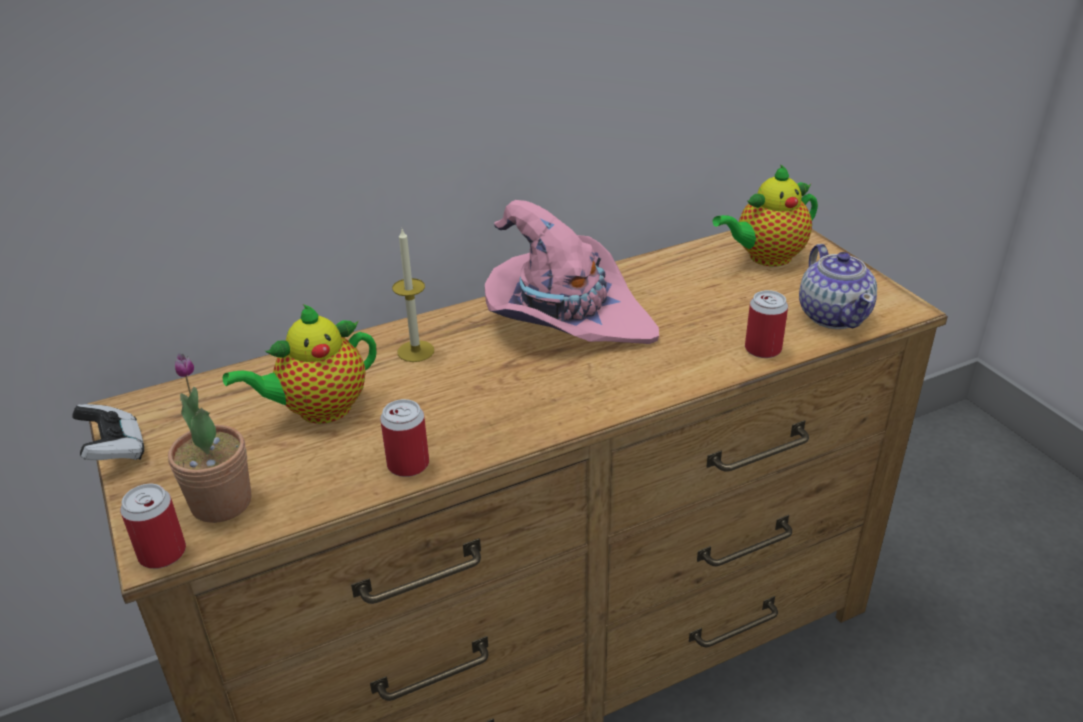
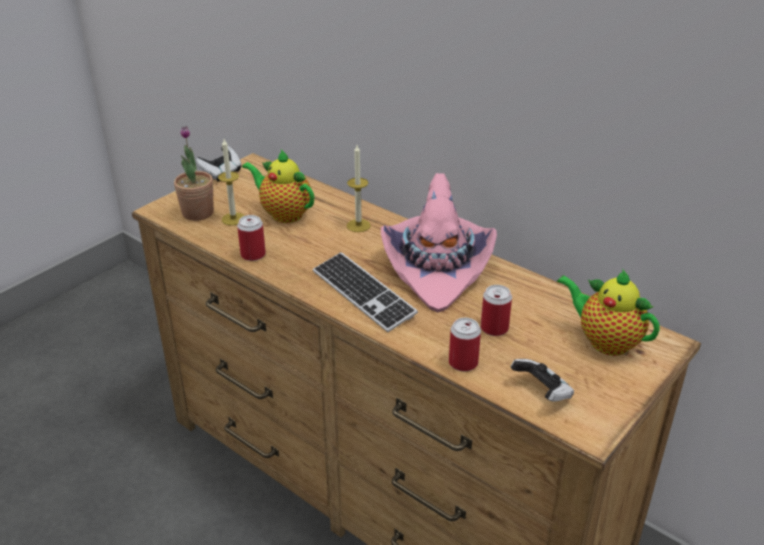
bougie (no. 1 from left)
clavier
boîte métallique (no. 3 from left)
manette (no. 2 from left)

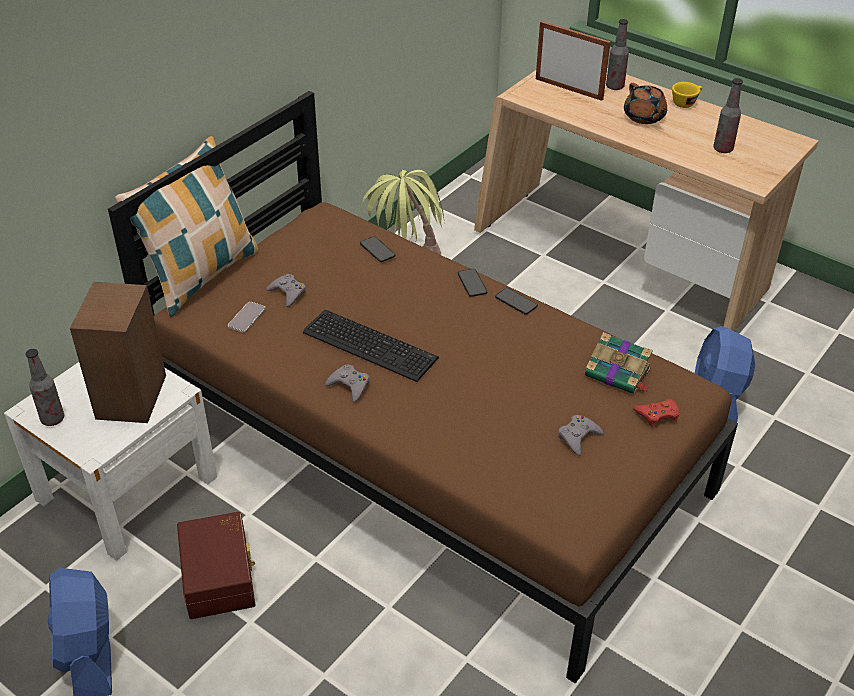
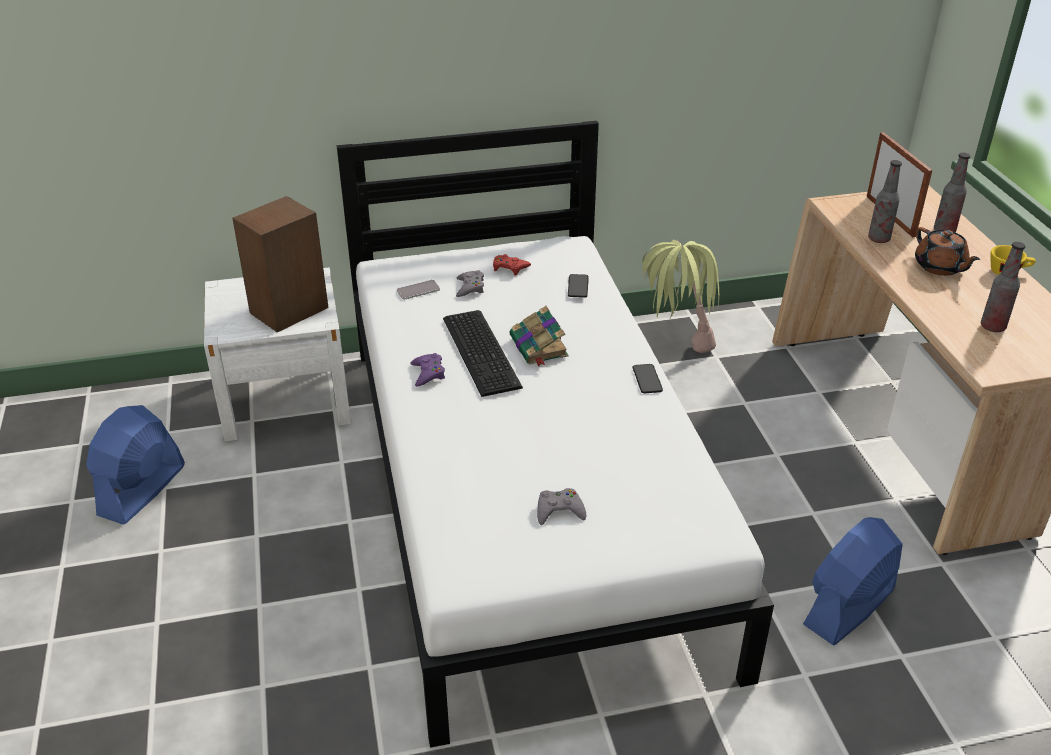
lit/blanc
manette/violet
manette/rouge
livre
bouteille (no. 1 from left)
théière/marron
coussin
boîte de rangement/marron
téléphone (no. 3 from left in the first image)

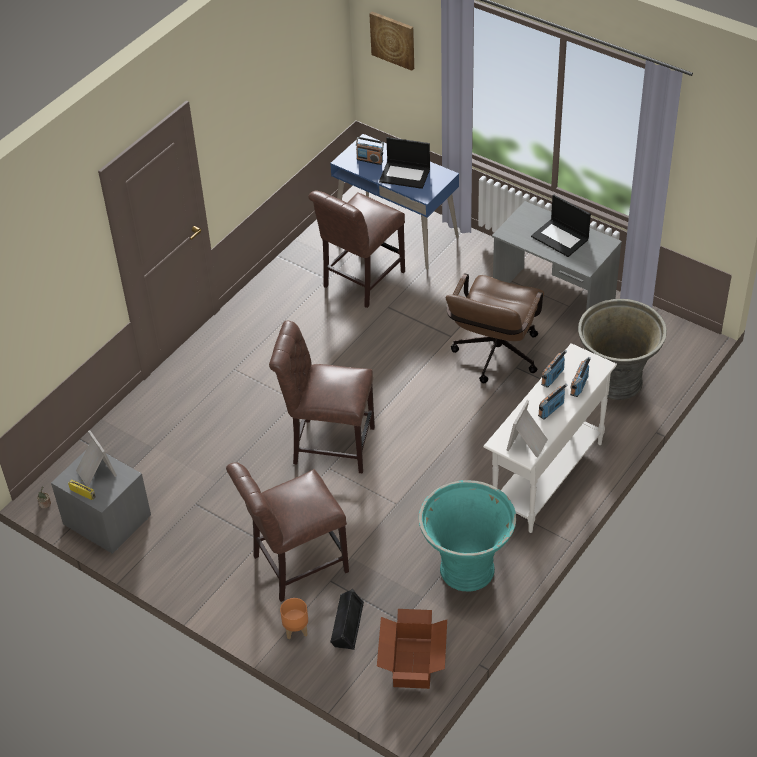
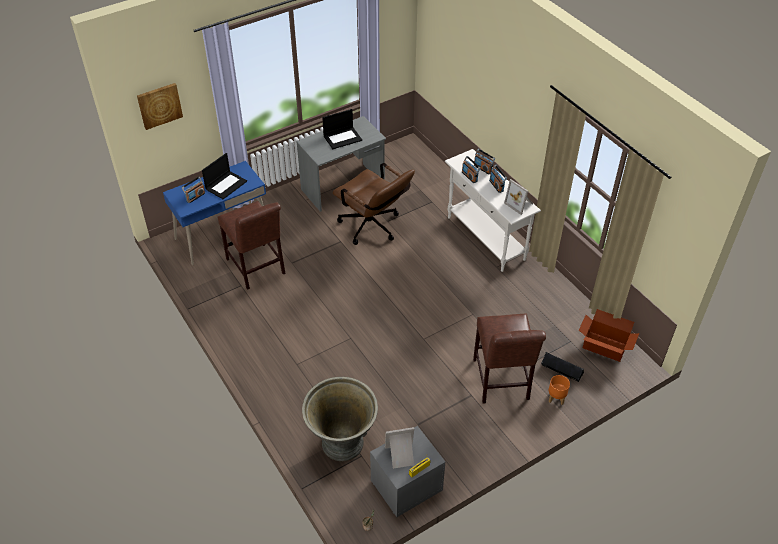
cache-pot/gris
chaise/marron (no. 2 from left in the first image)
cache-pot/turquoise

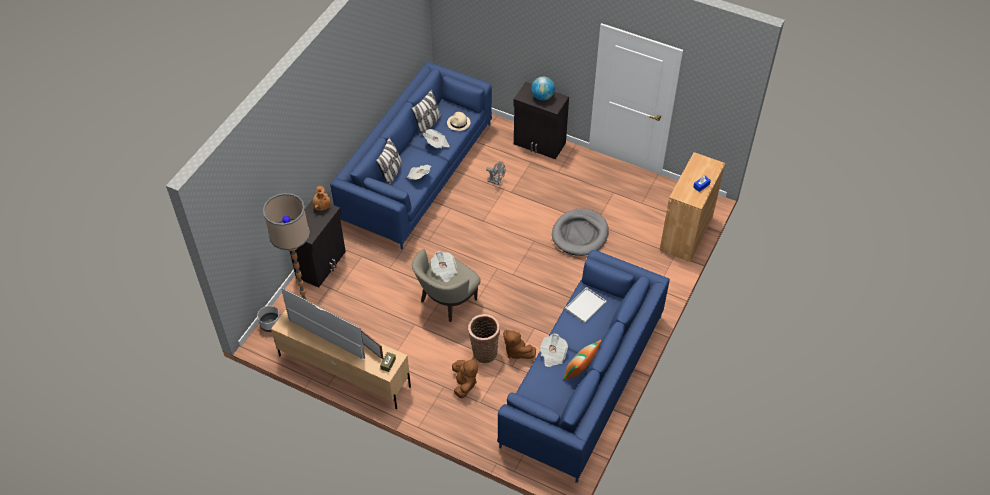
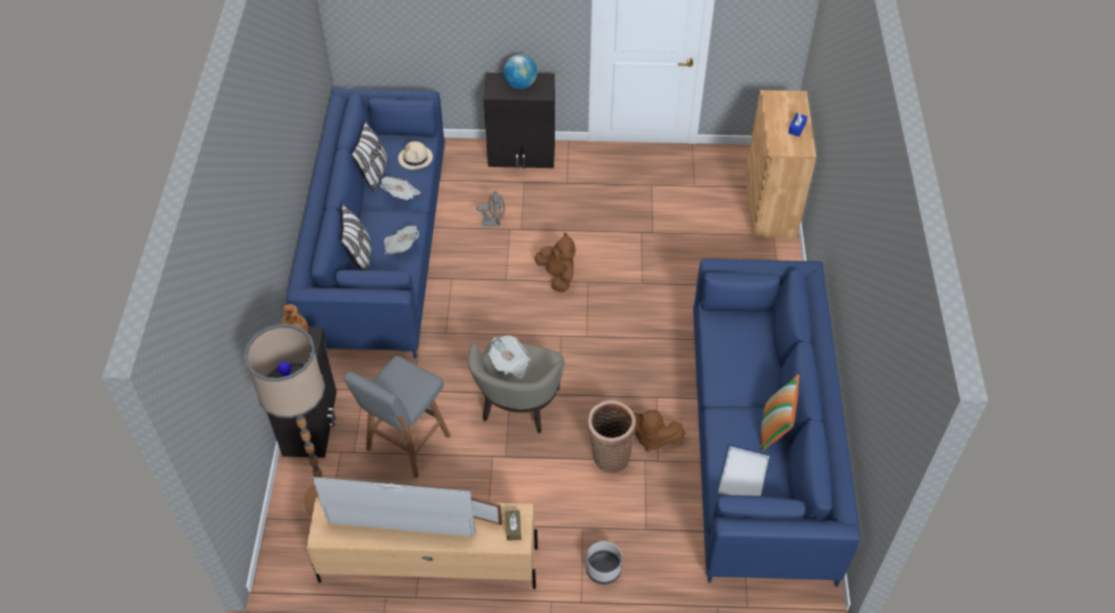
tabouret/gris
peluche/marron (no. 1 from left)
cache-pot/gris
plateau/blanc
journal (no. 4 from left in the first image)
panier pour chien/gris

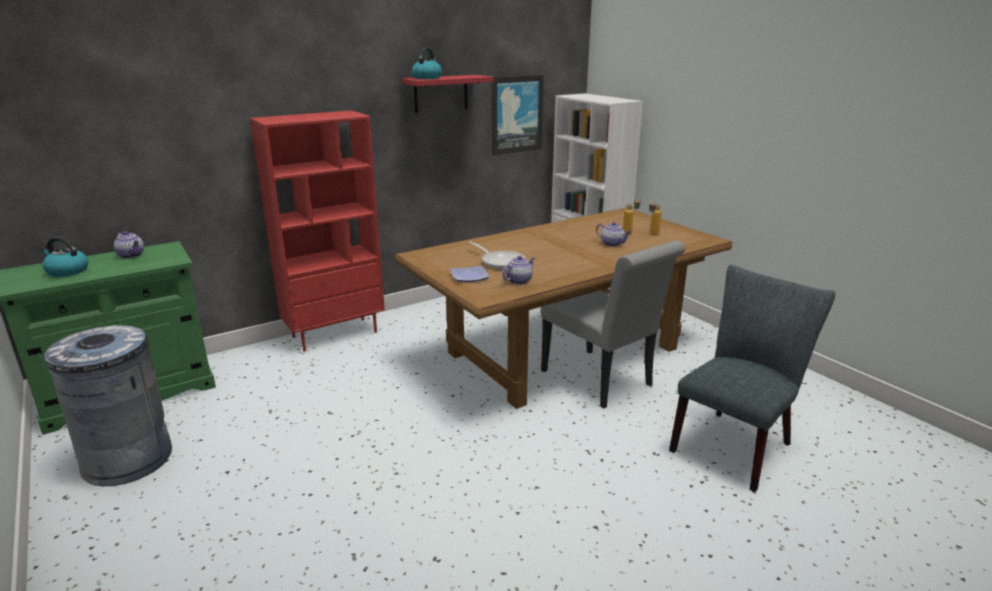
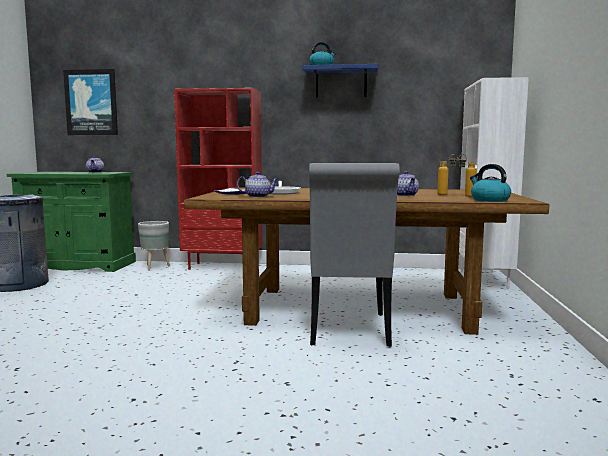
tableau
cache-pot/gris
étagère/bleu
bouilloire (no. 2 from left)
chaise/gris (no. 2 from left in the first image)

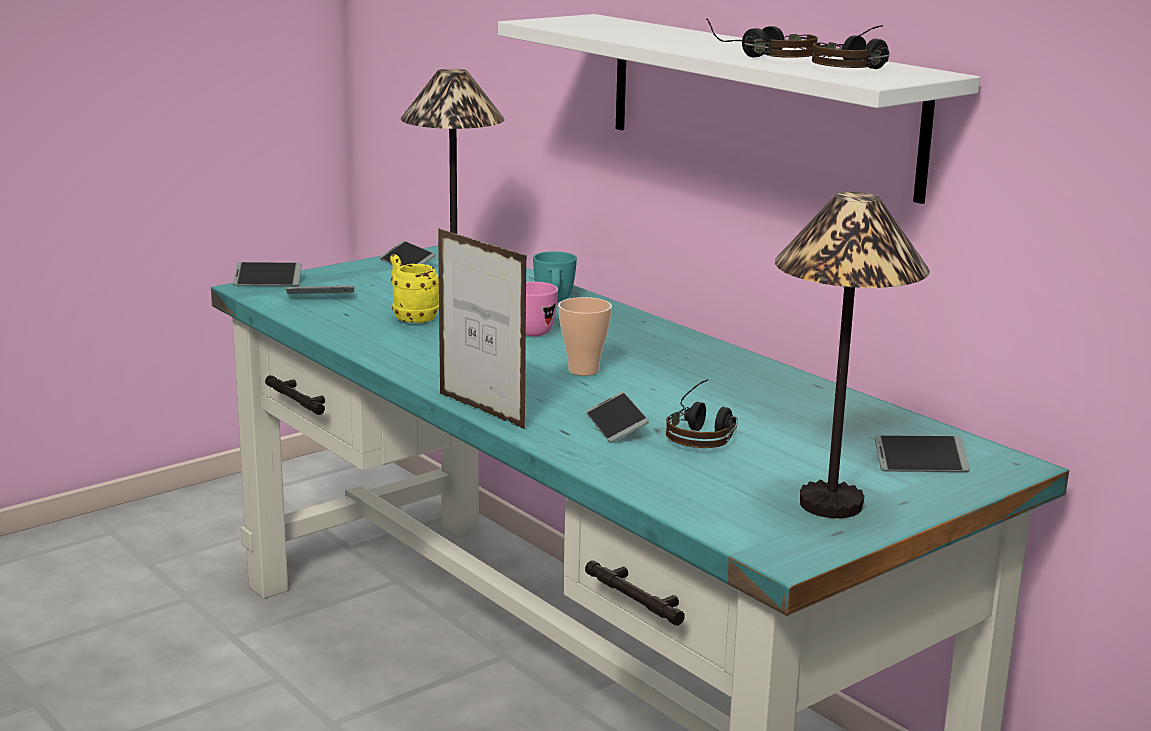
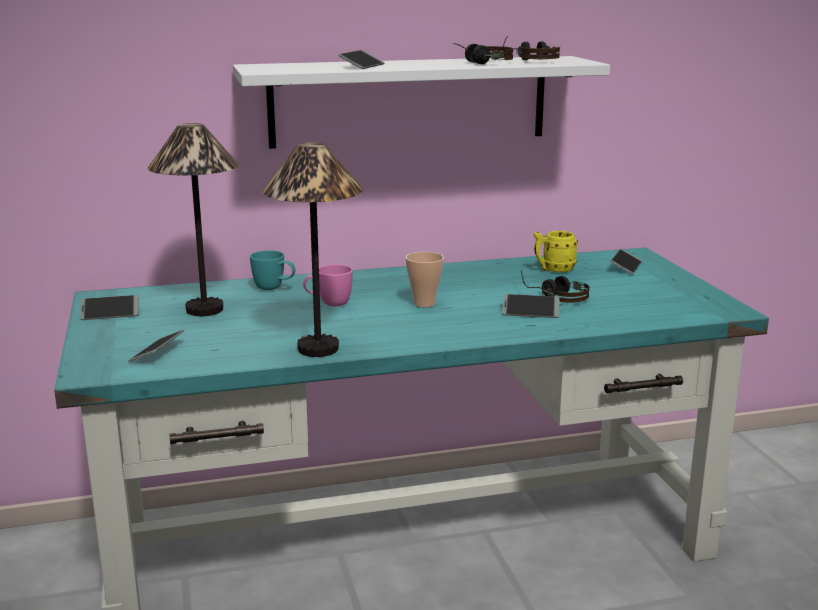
lampe de table (no. 2 from left)
téléphone (no. 3 from left)
mug/jaune
cadre photo

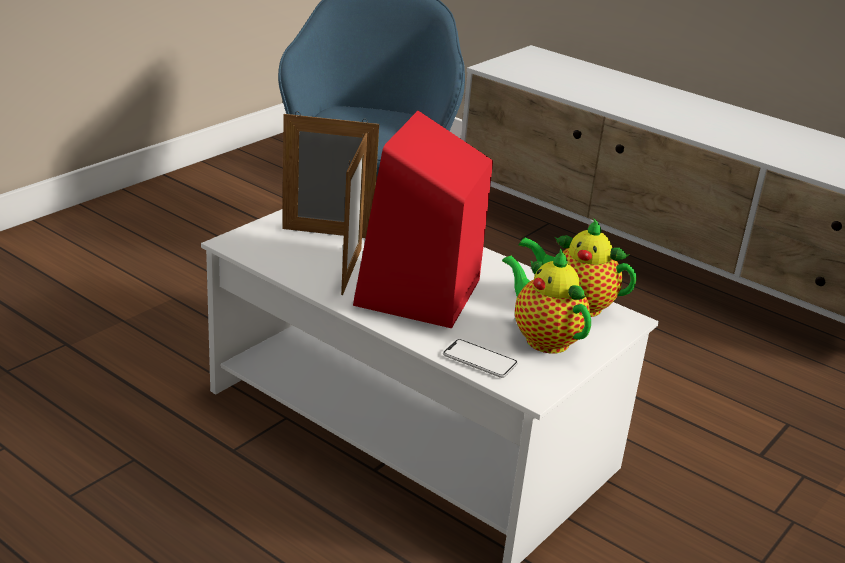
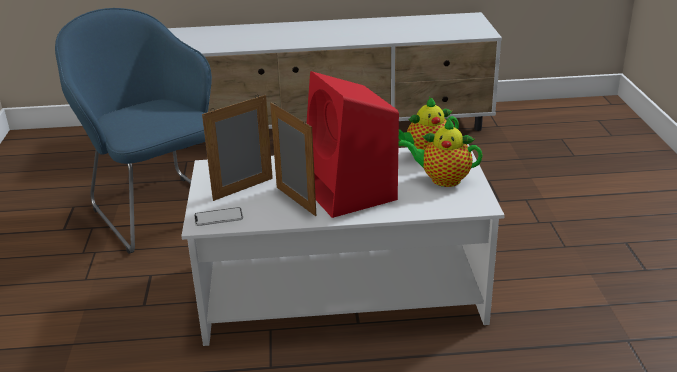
téléphone

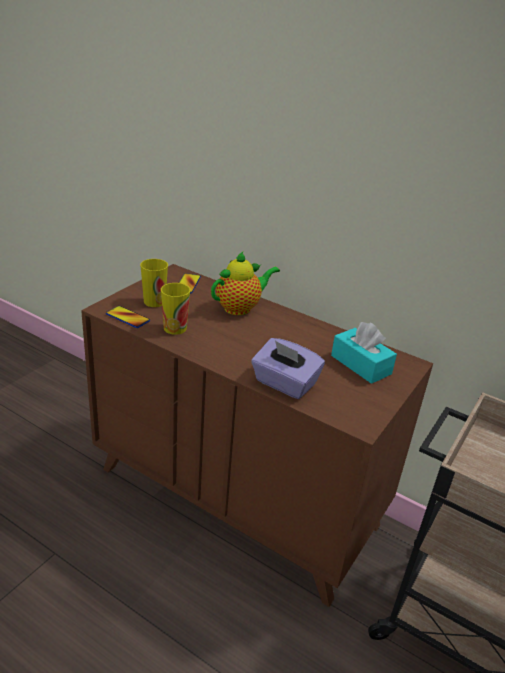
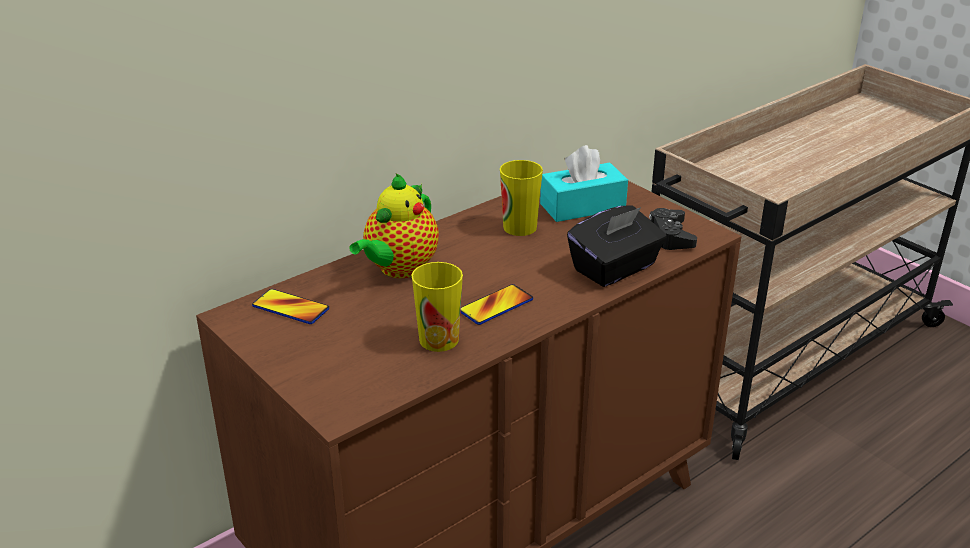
théière
téléphone (no. 2 from left)
tasse (no. 2 from left)
boîte à mouchoirs/noir
manette/noir

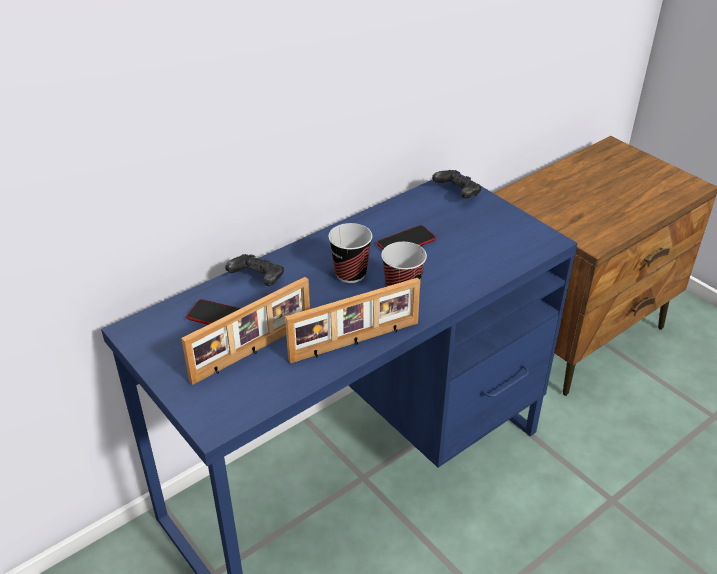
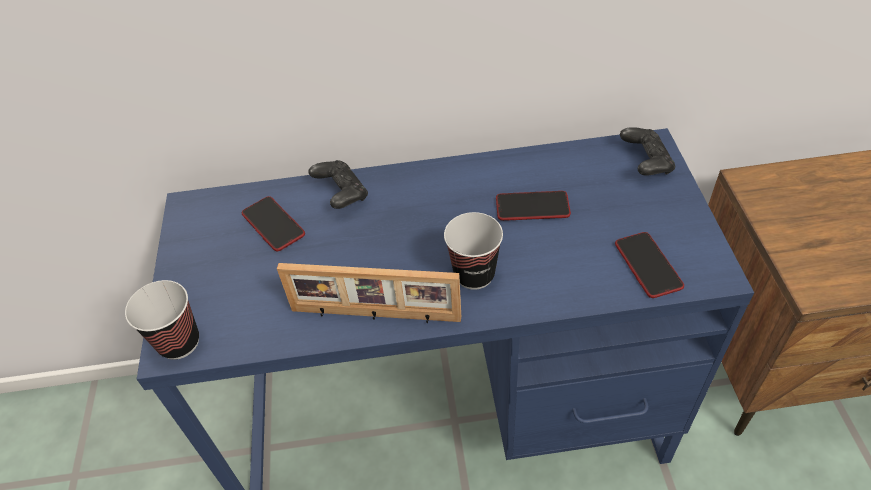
tasse (no. 1 from left)
téléphone (no. 3 from left)
cadre photo (no. 1 from left in the first image)

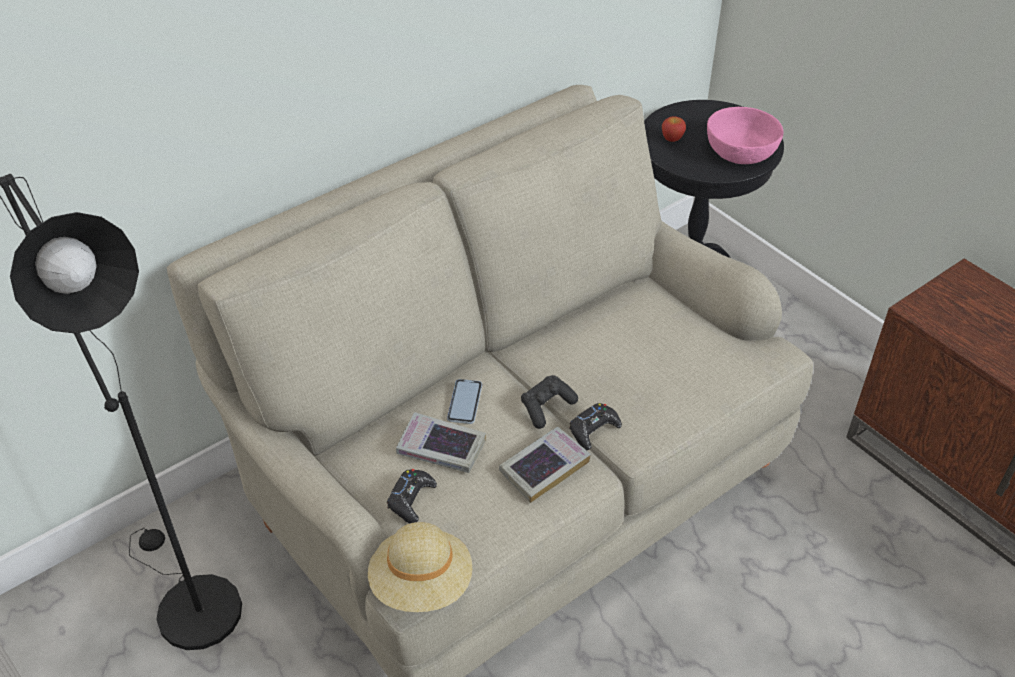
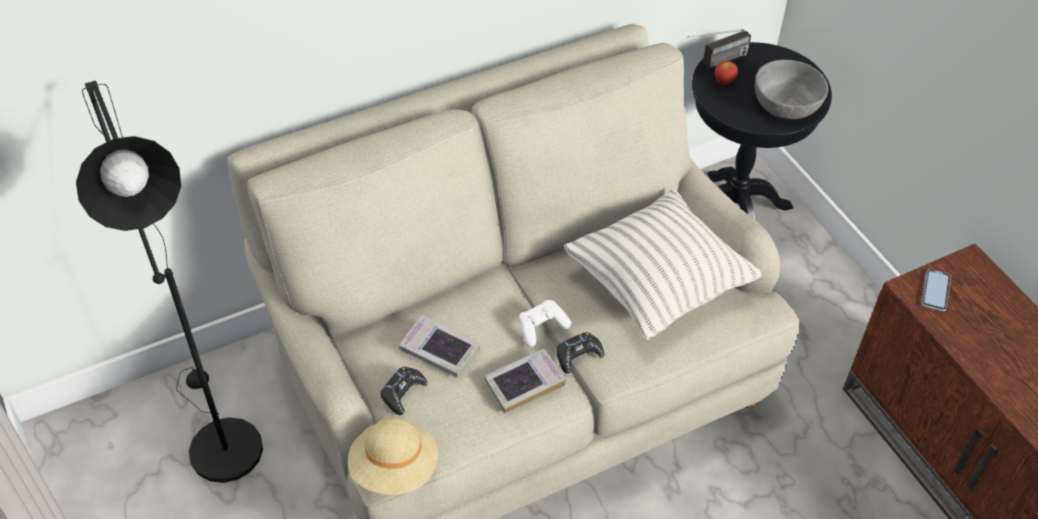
manette/blanc
coussin
radio
bol/gris
téléphone

